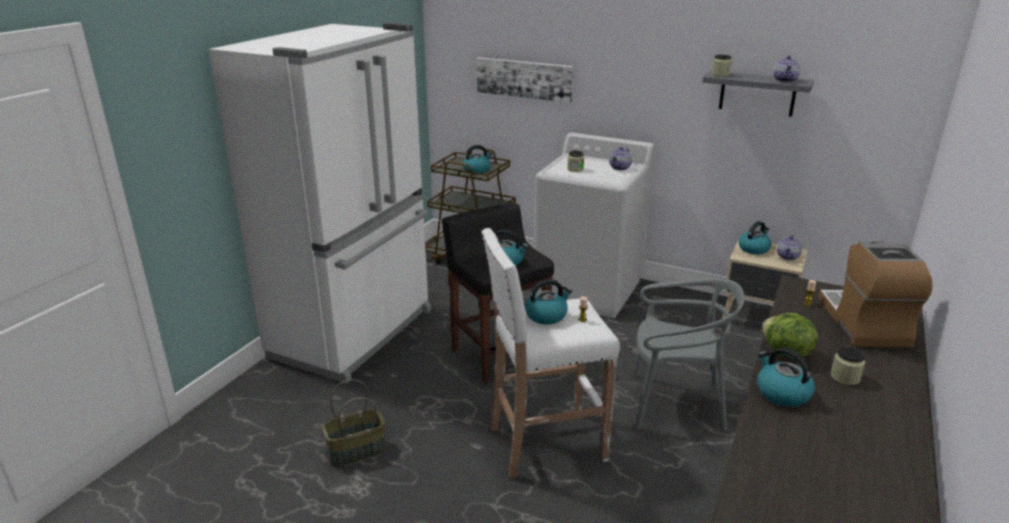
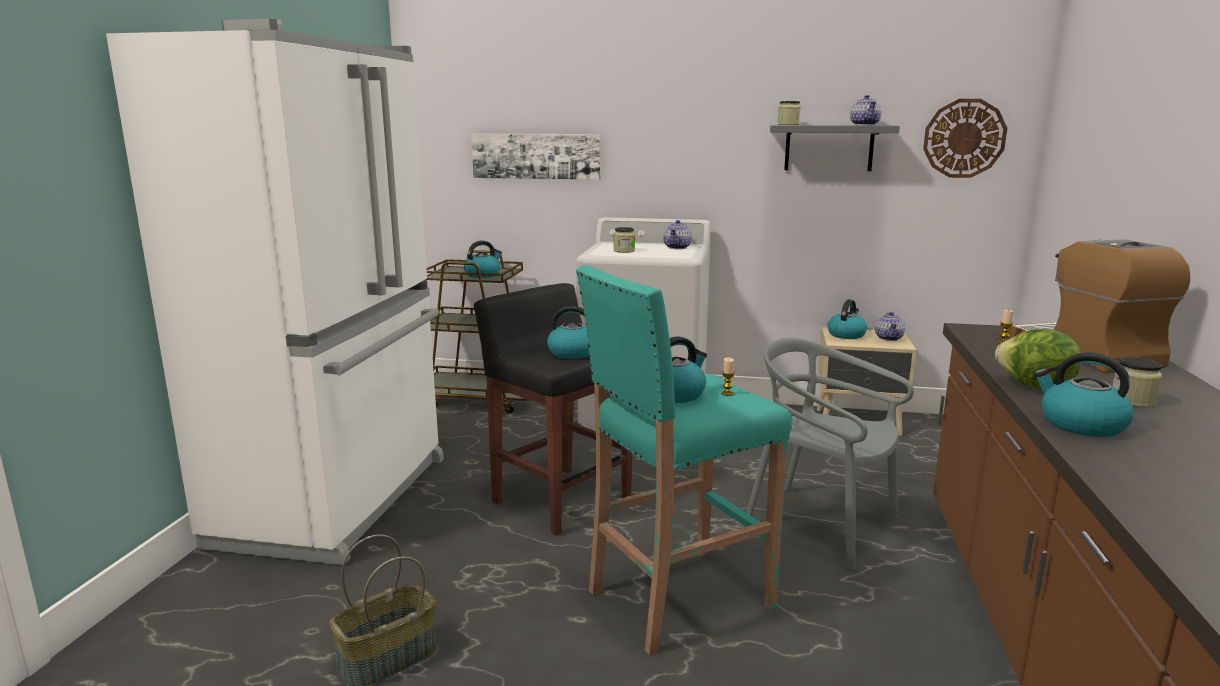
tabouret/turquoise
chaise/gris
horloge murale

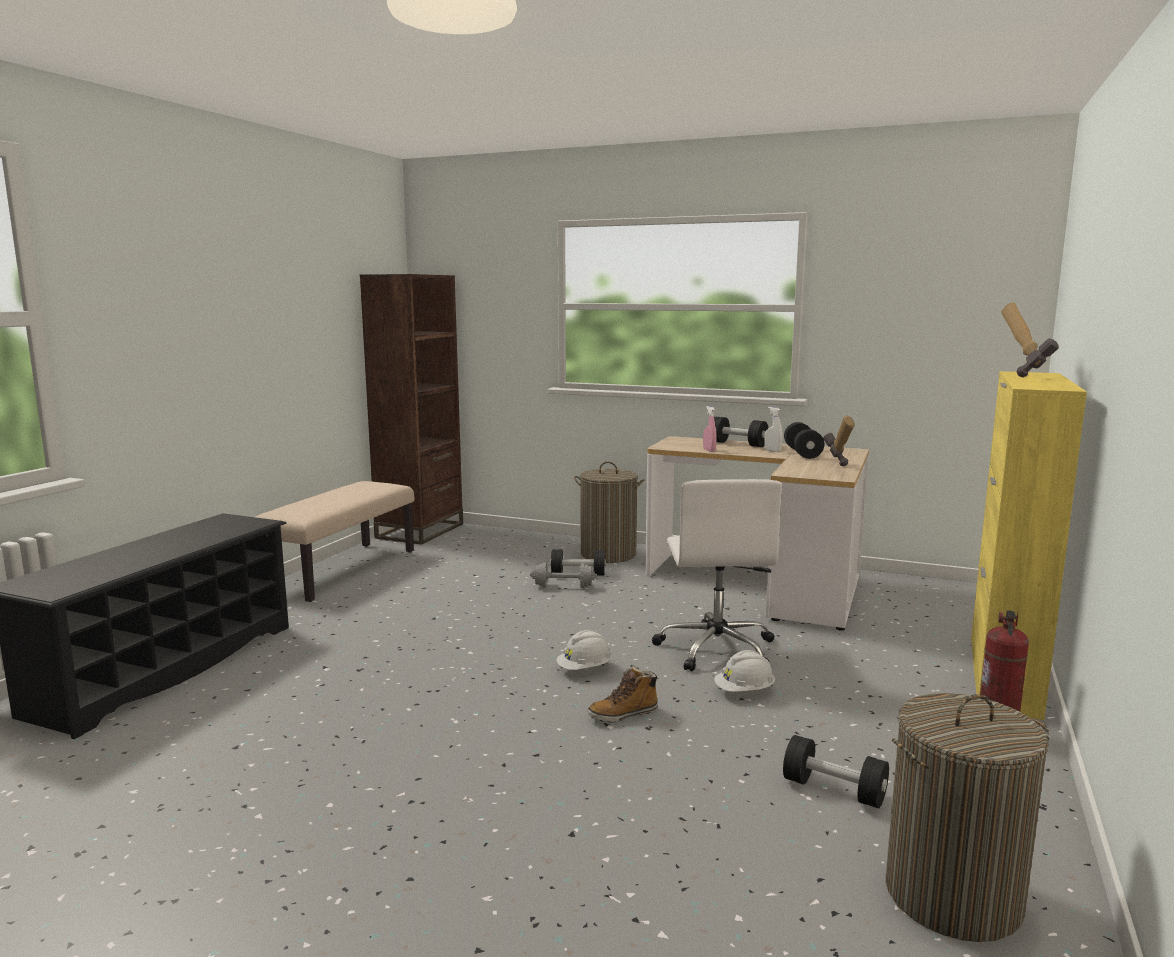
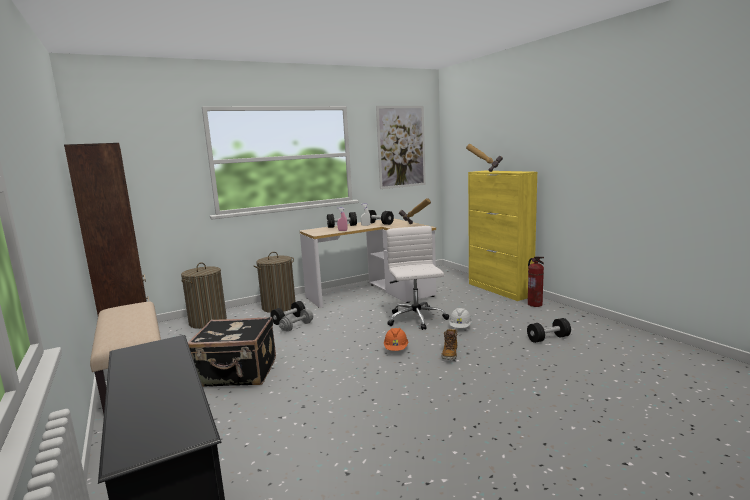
panier à linge (no. 1 from left)
valise/noir
tableau
casque de chantier/orange
chaise de bureau/blanc

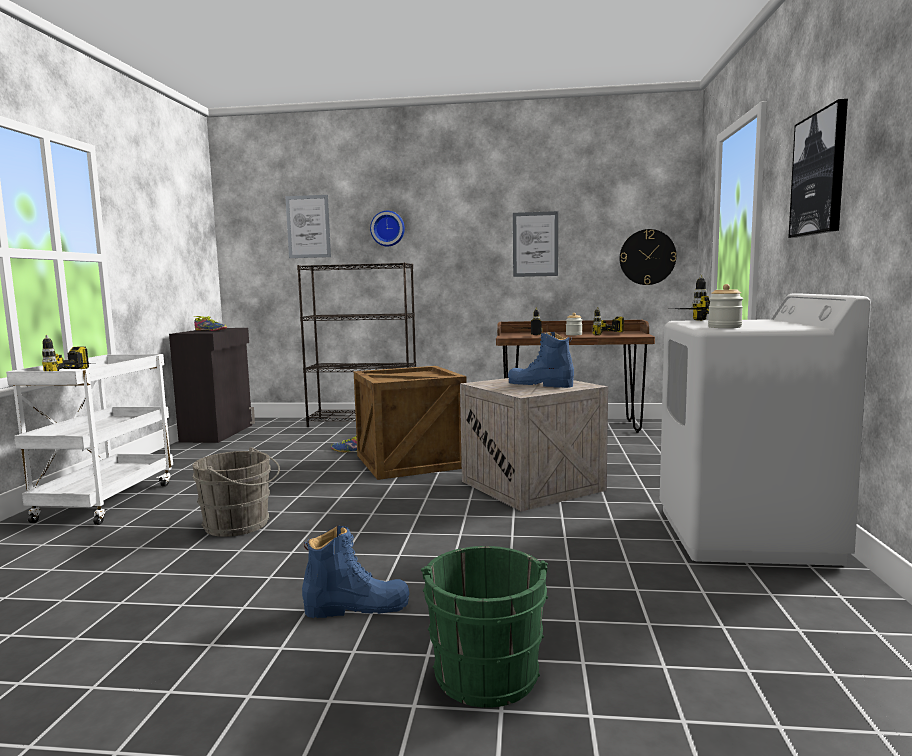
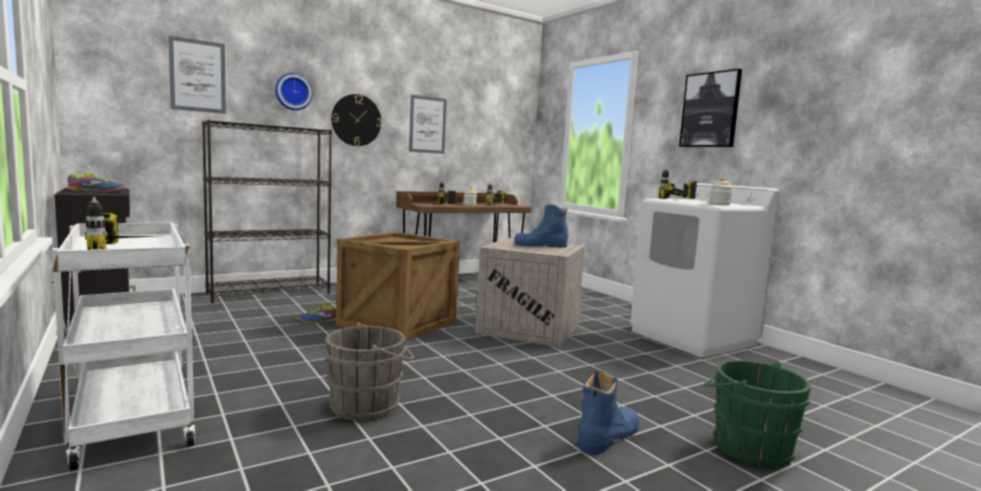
horloge murale (no. 2 from left)

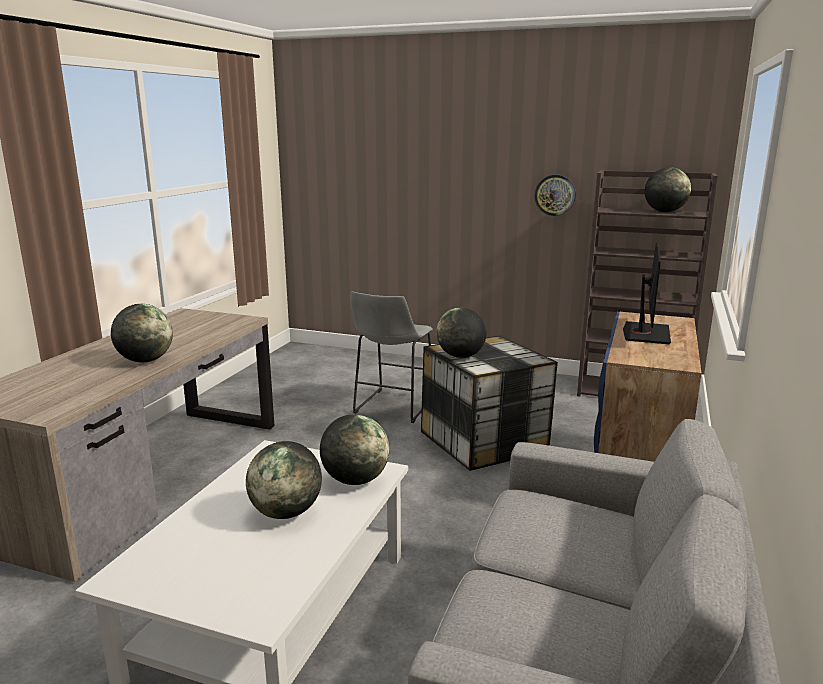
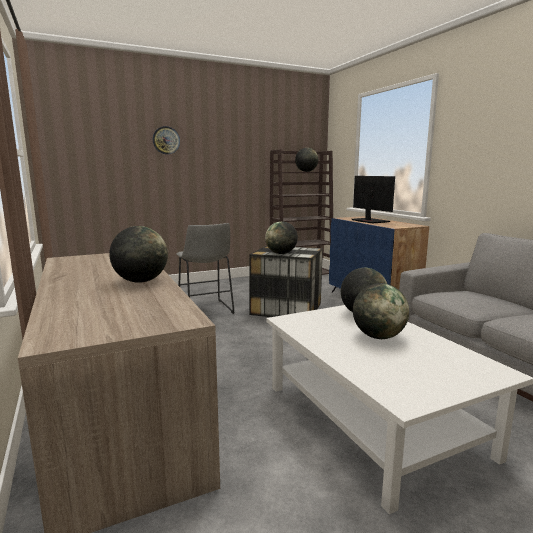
horloge murale

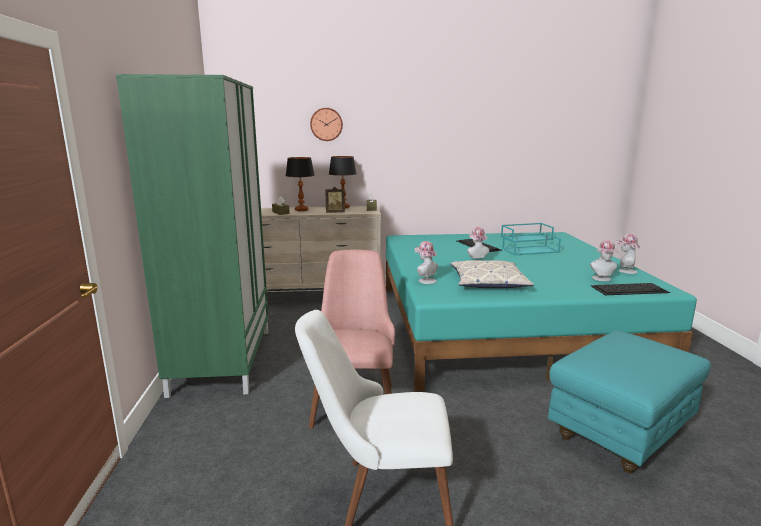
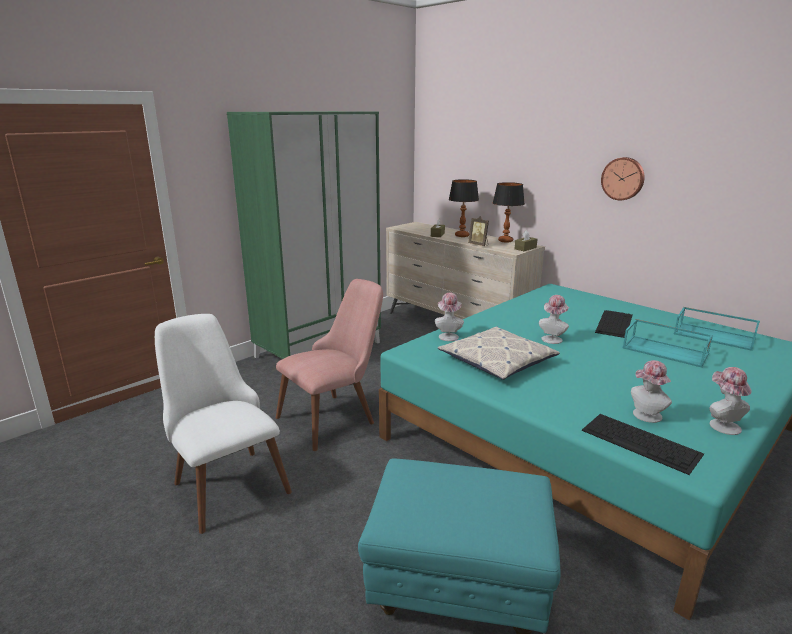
horloge murale

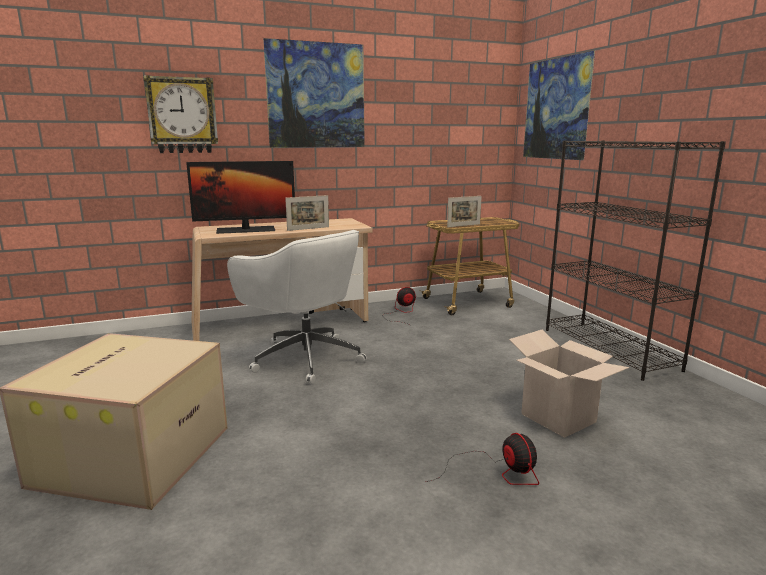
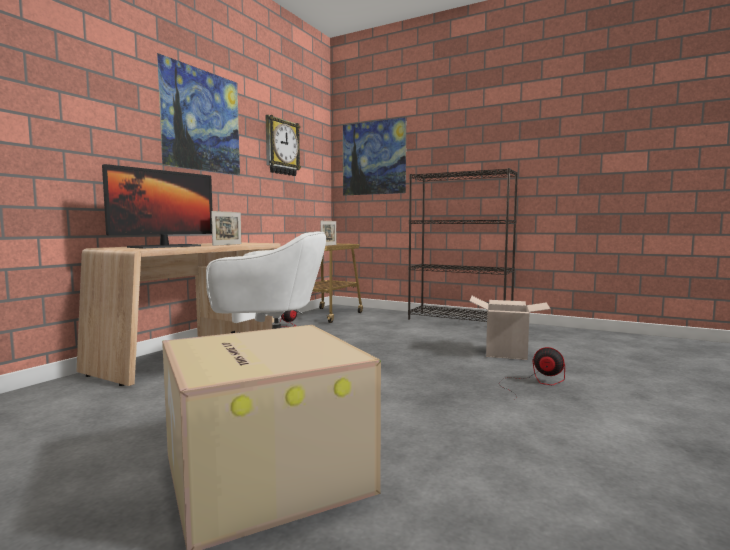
horloge murale

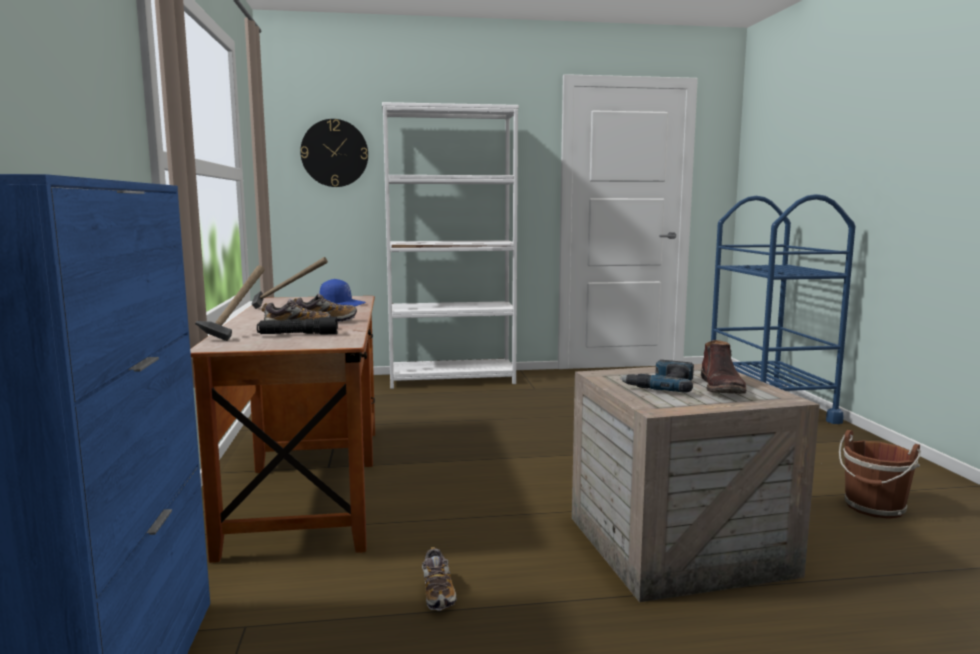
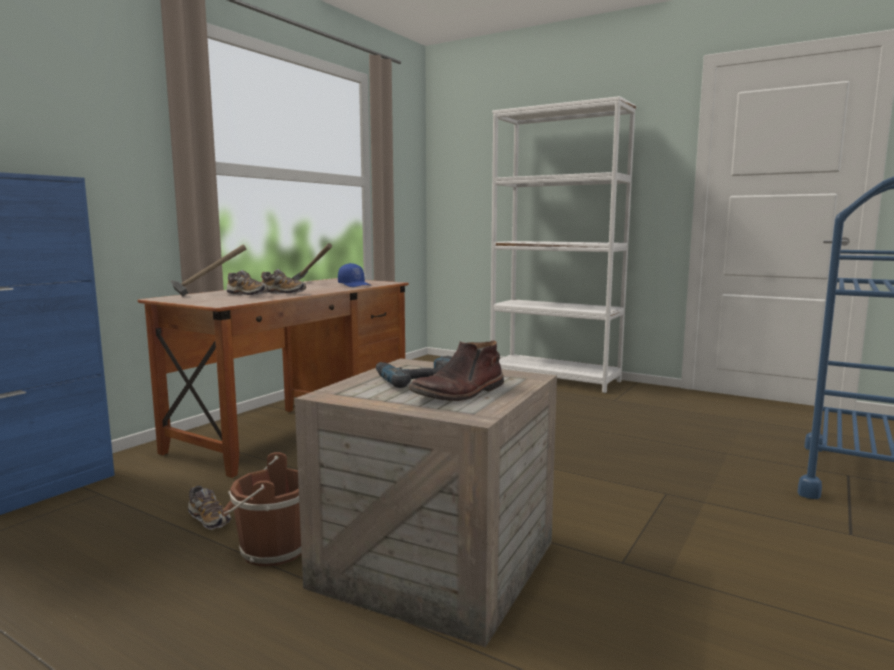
chaussure (no. 1 from left)
seau/marron
lampe de poche/noir
horloge murale

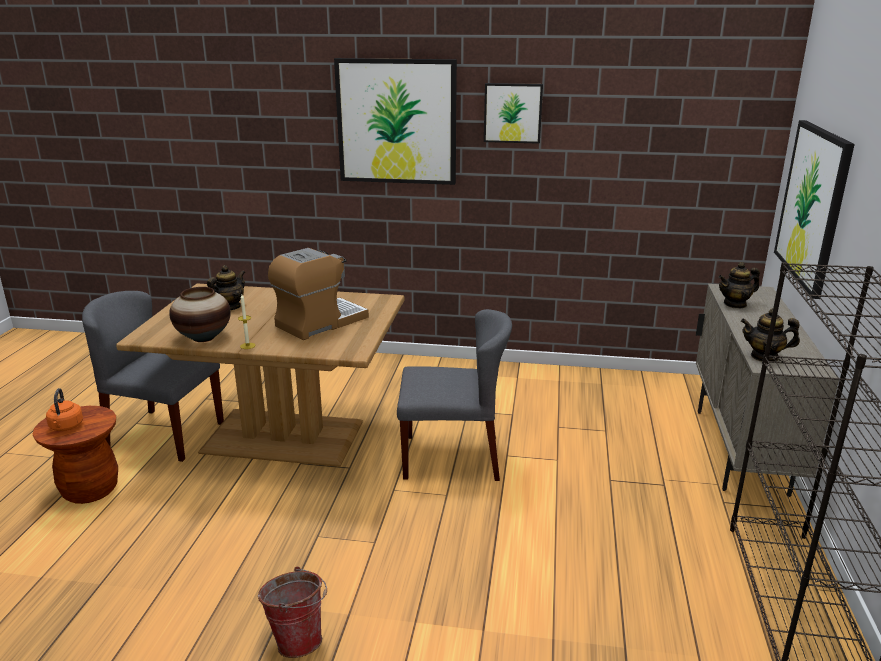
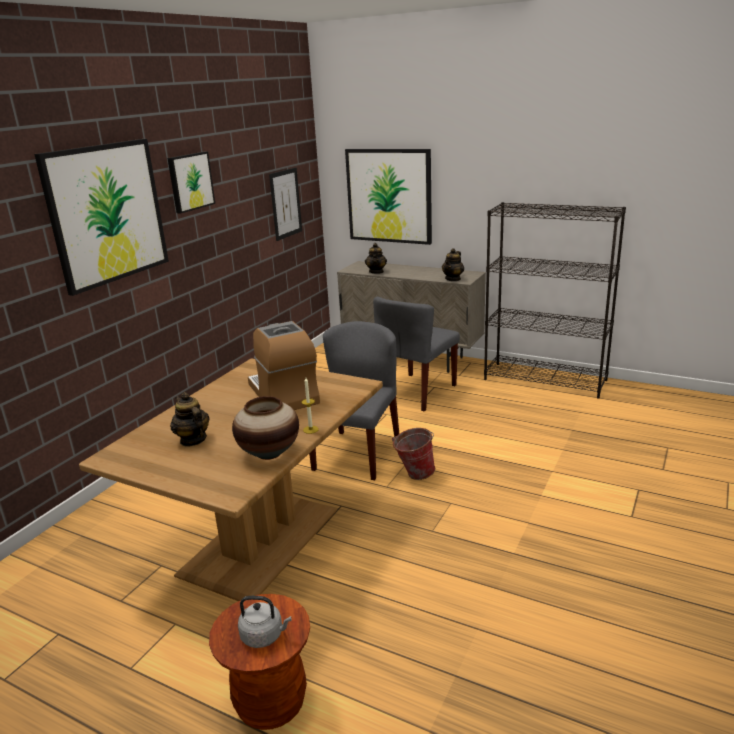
bouilloire/gris
tableau (no. 3 from left)
chaise/gris (no. 2 from left)
seau

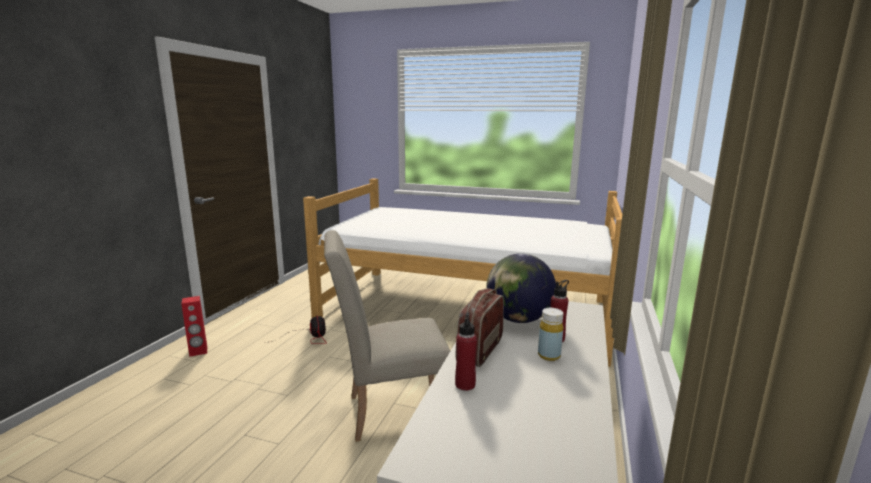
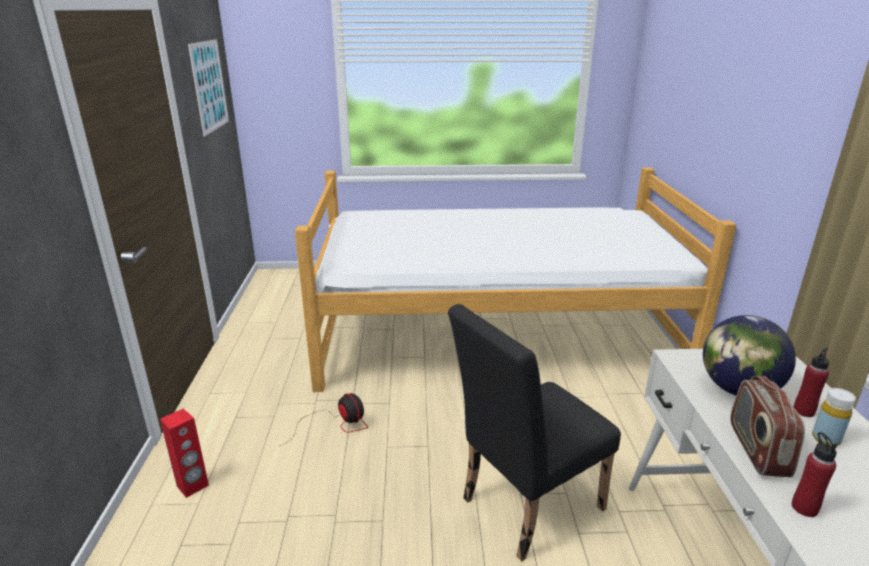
tableau
chaise/noir

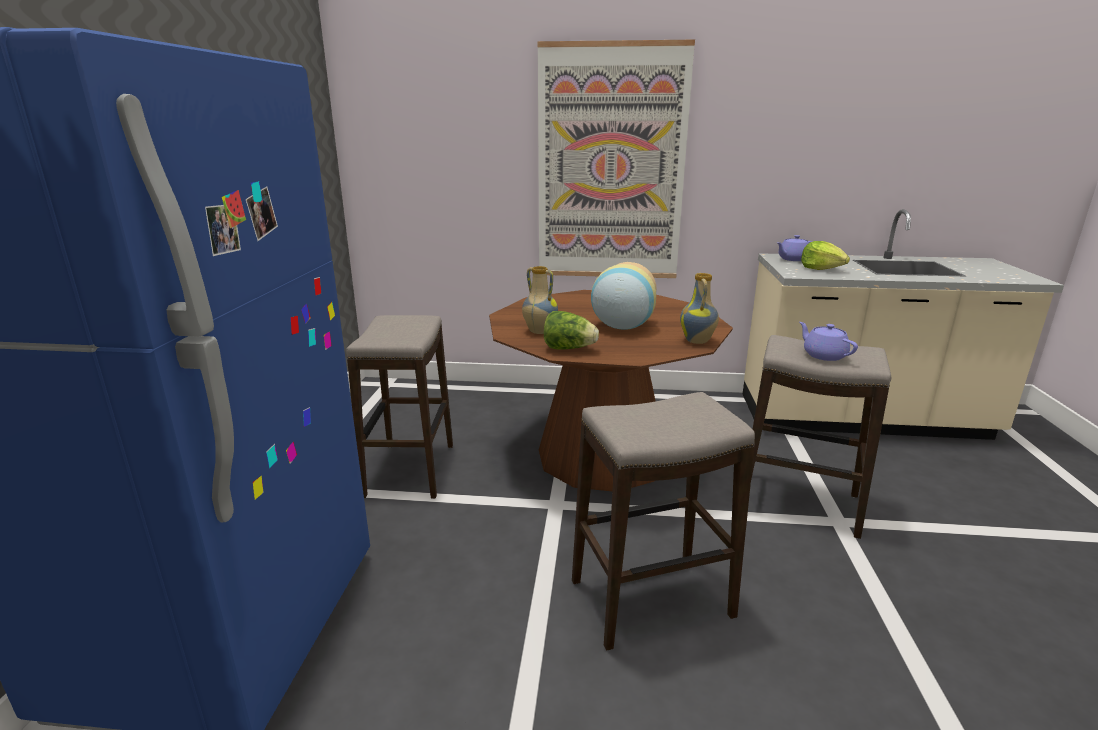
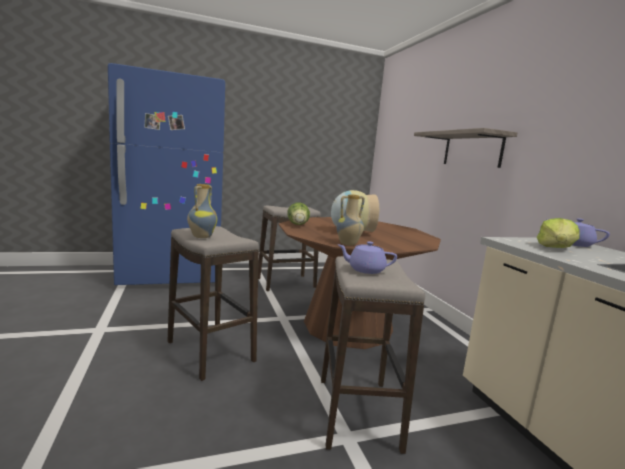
vase (no. 1 from left)
théière/violet (no. 1 from left)
étagère

